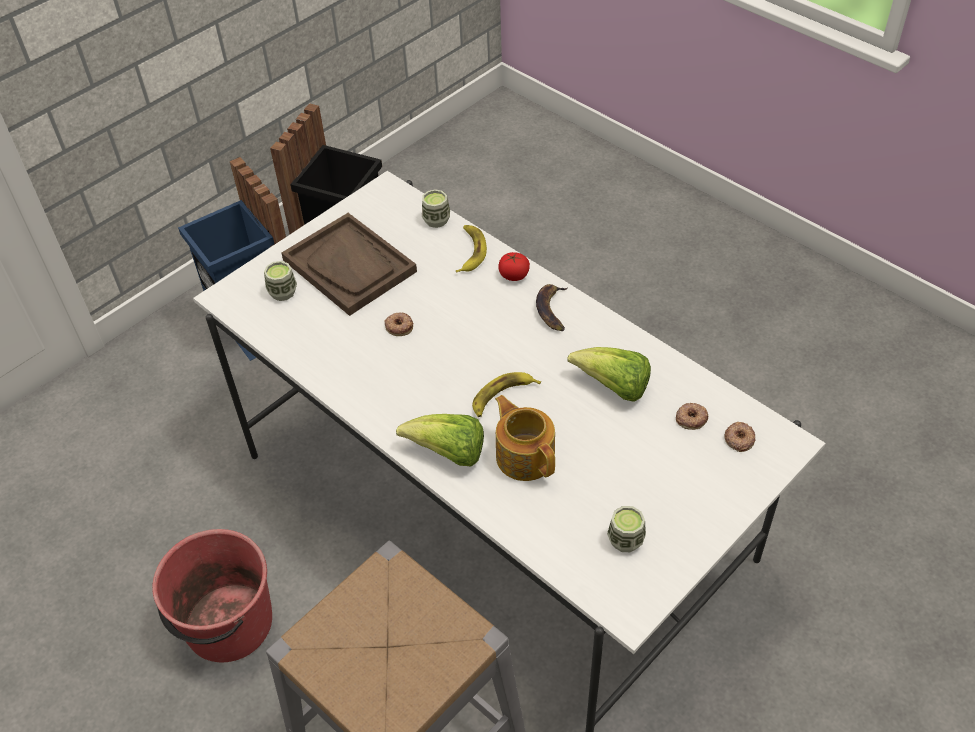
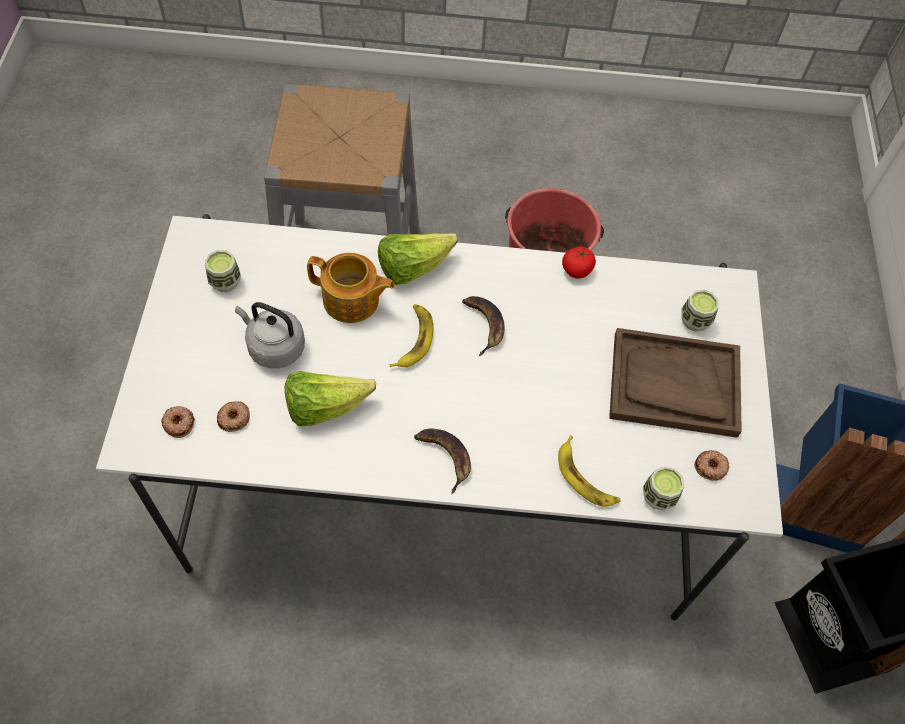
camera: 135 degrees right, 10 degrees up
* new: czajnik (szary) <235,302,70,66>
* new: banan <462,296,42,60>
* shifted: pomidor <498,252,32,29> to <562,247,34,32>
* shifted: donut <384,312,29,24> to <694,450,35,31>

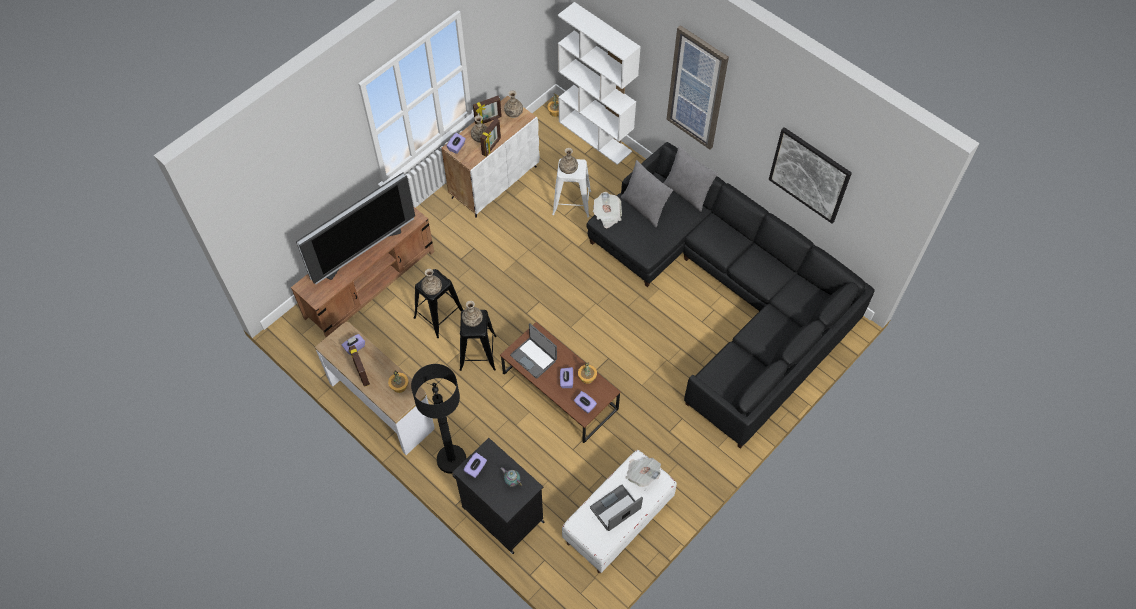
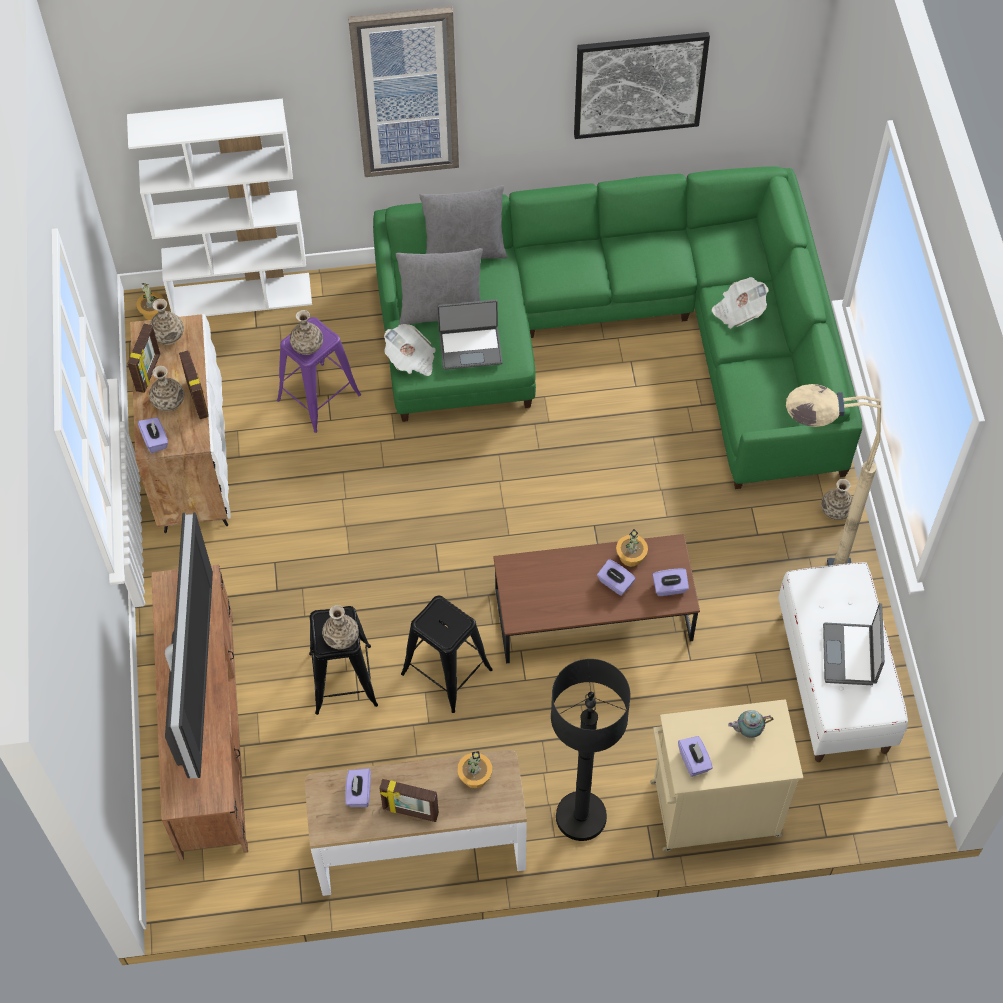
camera: 50 degrees left, 0 degrees up
* repainted: stołek (biały) <552,158,39,59> to stołek (fioletowy) <277,317,84,116>
* repainted: kanapa (czarny) <587,142,288,307> to kanapa (zielony) <373,166,489,323>
* shifted: laptop <510,323,47,56> to <437,299,66,71>
* repainted: szafka (czarny) <452,438,93,116> to szafka (beżowy) <650,699,153,153>
* shifted: gazeta <626,458,35,29> to <712,277,57,52>
* new: lampa stojąca (beżowy) <786,384,95,182>
* shifted: wazon <462,301,21,26> to <821,479,32,41>

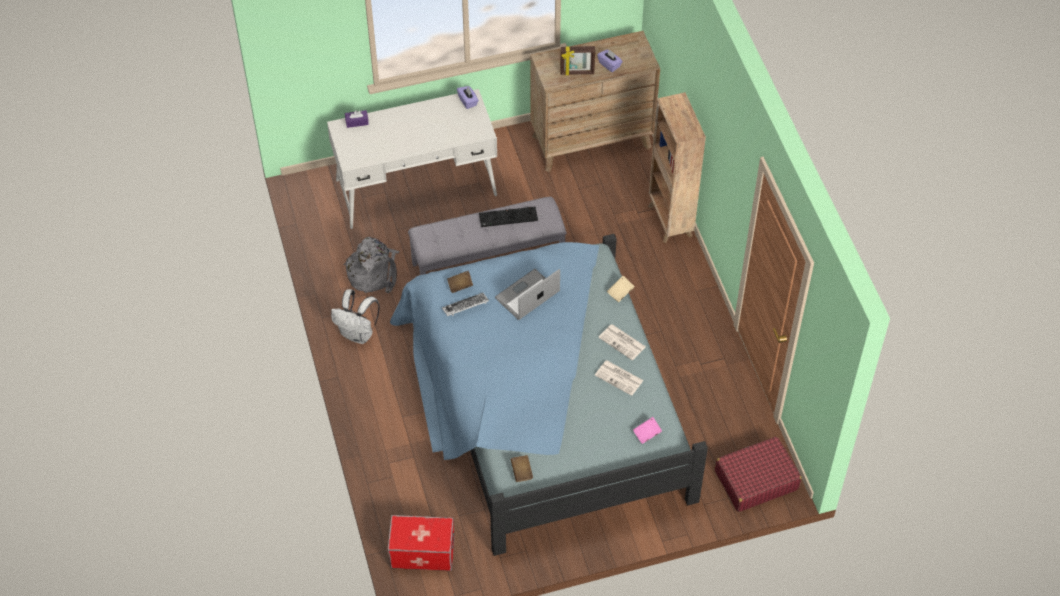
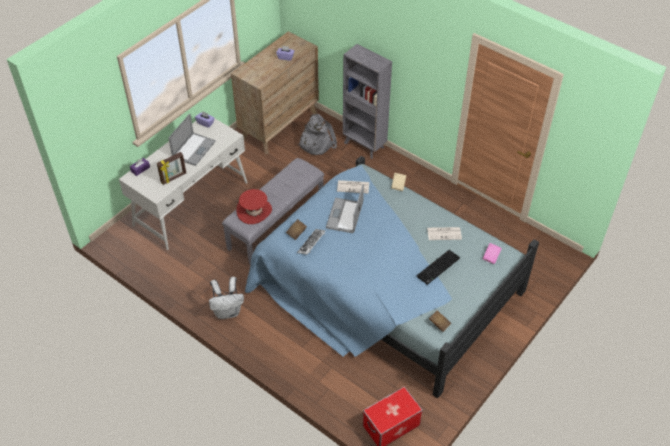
camera: 35 degrees left, 5 degrees down
* shifted: ramka na zdjęcie <560,46,35,29> to <157,152,29,33>
* new: laptop <169,113,47,53>
* new: kapelusz (czerwony) <236,189,36,35>
* shifted: plecak (szary) <344,237,55,56> to <298,114,39,41>
* shifted: gazeta <598,324,48,36> to <337,180,32,14>
* repainted: regał (brązowy) <648,92,58,152> to regał (szary) <343,44,49,115>
* shifted: klawiatura <479,207,59,20> to <417,250,43,35>
* gone: walizka (czerwony) <715,436,87,76>

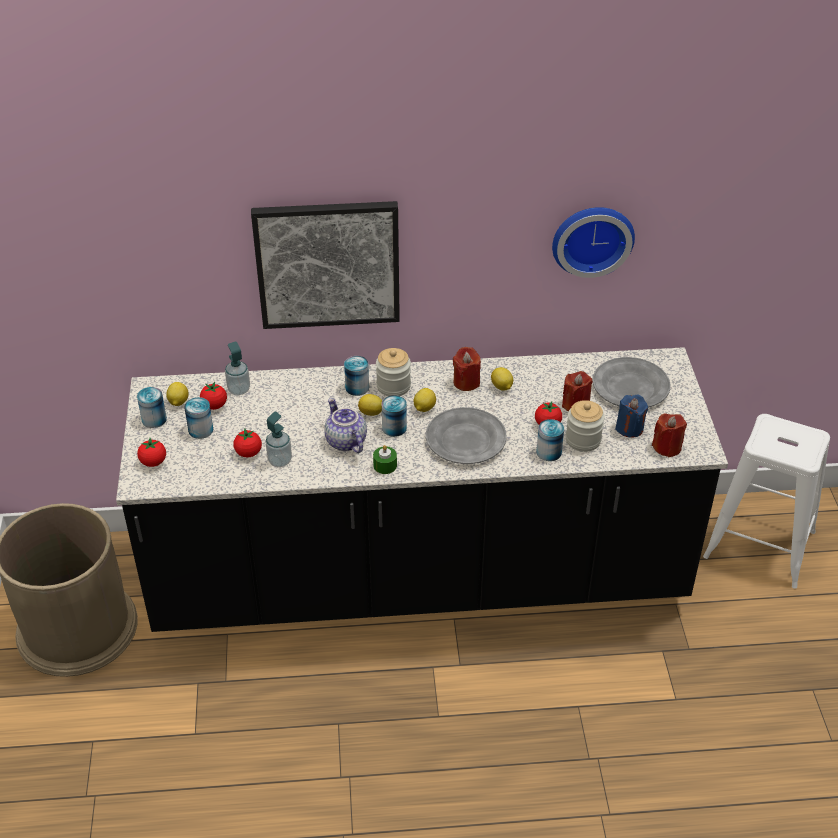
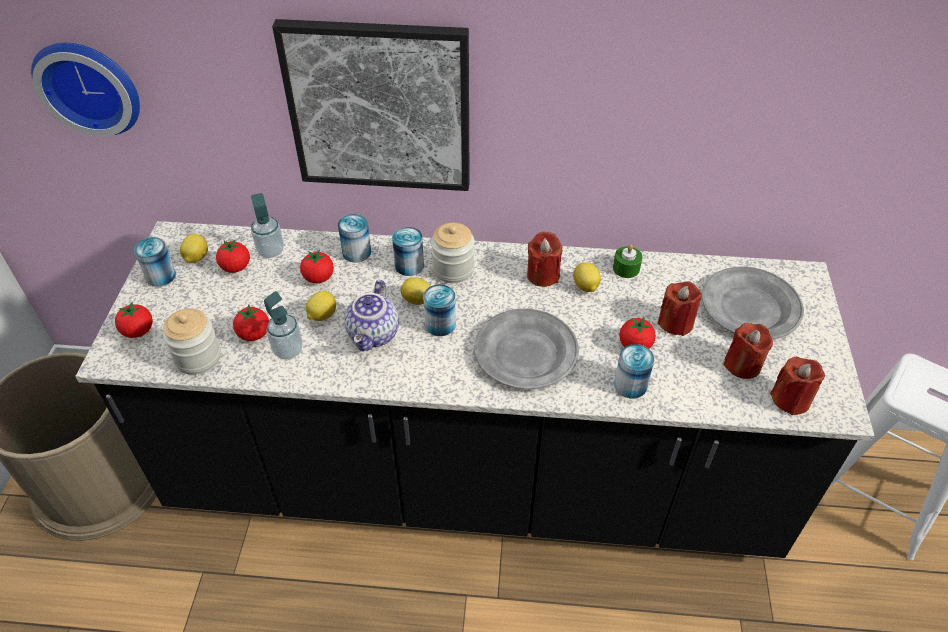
camera: 10 degrees right, 5 degrees up
* shifted: zegar ścienny <552,207,83,71> to <31,43,109,94>
* shifted: słoik <566,400,39,52> to <163,309,58,66>
* new: pomidor <300,250,34,33>
* shifted: cytryna <414,388,22,24> to <306,291,30,30>
* shifted: puszka <184,397,29,42> to <338,214,33,48>
* rotated: imbryk <324,398,43,55> = <345,280,54,71> 150 degrees counterclockwise
* shifted: świeca (zielony) <373,445,24,29> to <613,244,30,34>
* repainted: świeca (niebieski) <615,395,33,43> to świeca (czerwony) <723,323,50,56>

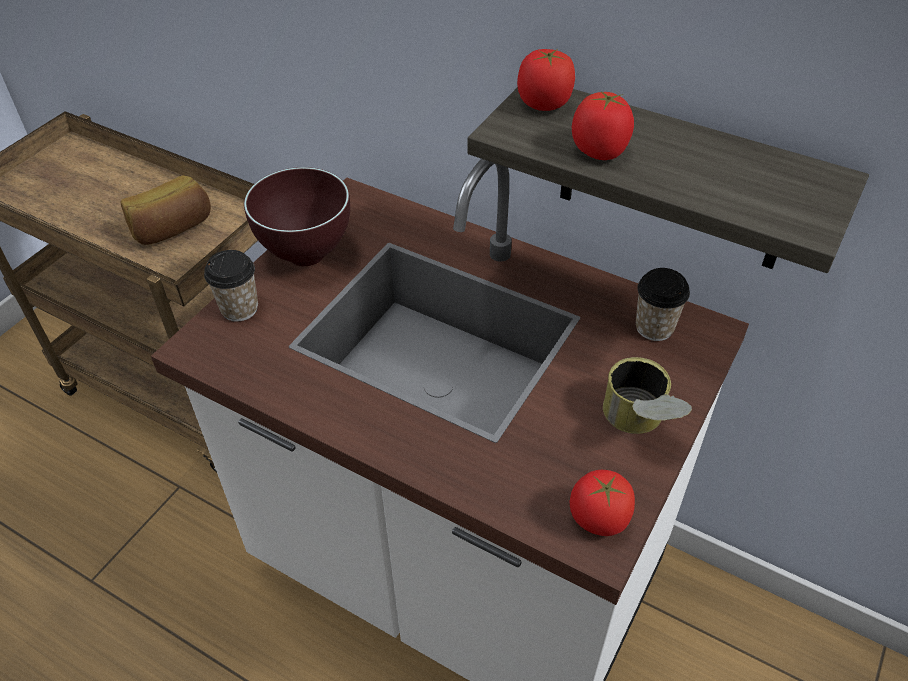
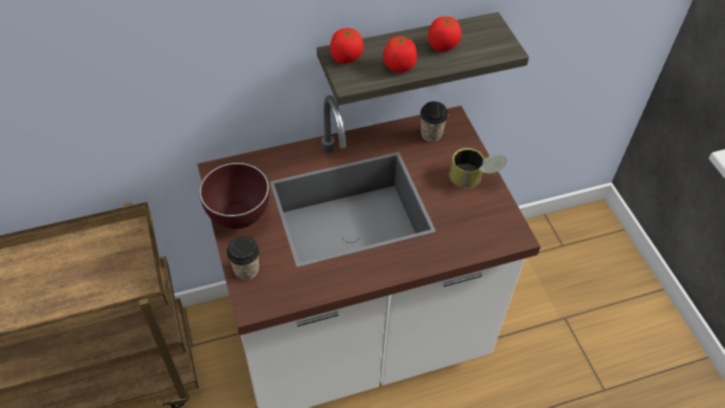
camera: 50 degrees left, 5 degrees up
* shifted: pomidor <570,470,65,66> to <428,16,33,35>
* gone: chleb <120,175,91,70>

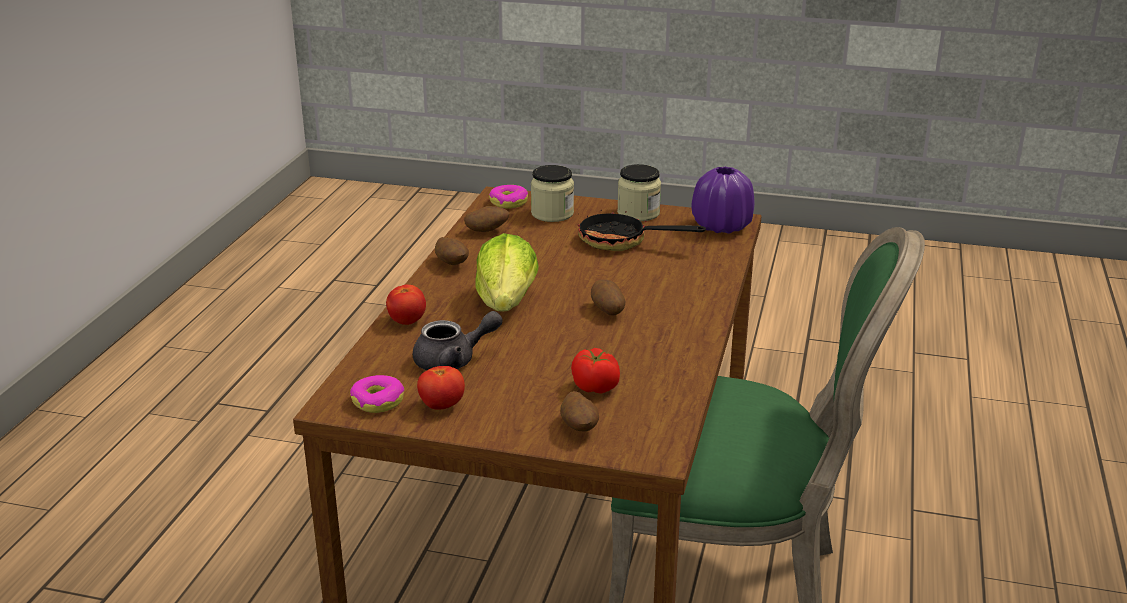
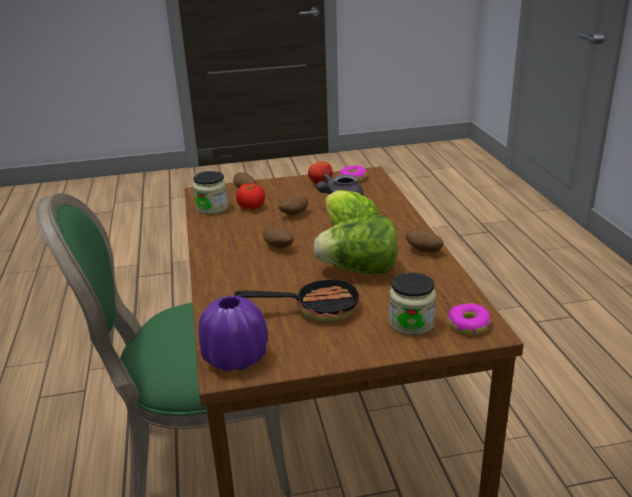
camera: 155 degrees right, 0 degrees up
* shifted: słoik <617,164,44,57> to <193,171,35,43>
* shifted: ziemniak <464,206,45,26> to <278,196,30,19>
* new: sałata <313,215,84,59>
* gone: pomidor <386,285,40,40>

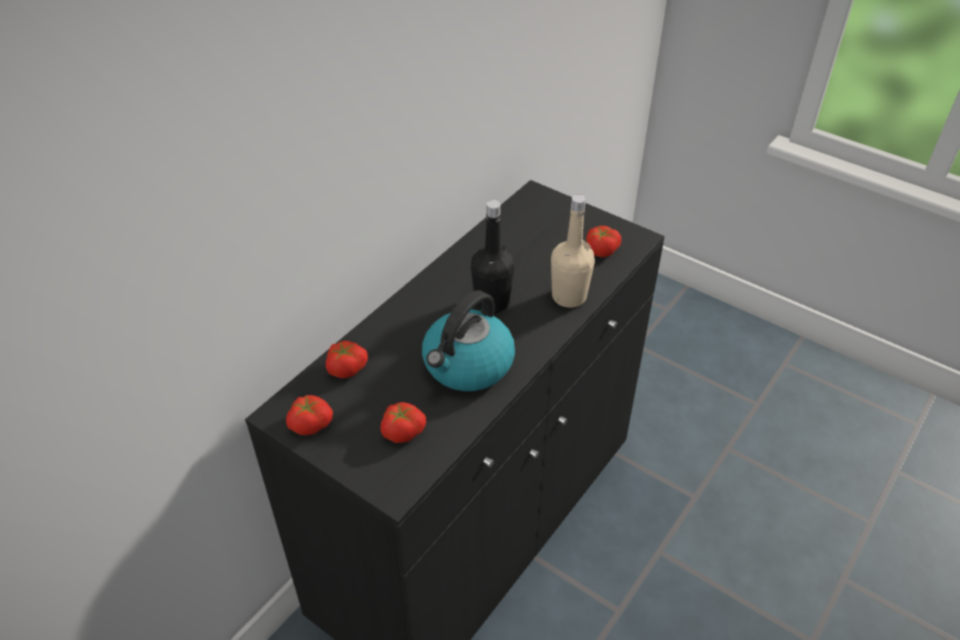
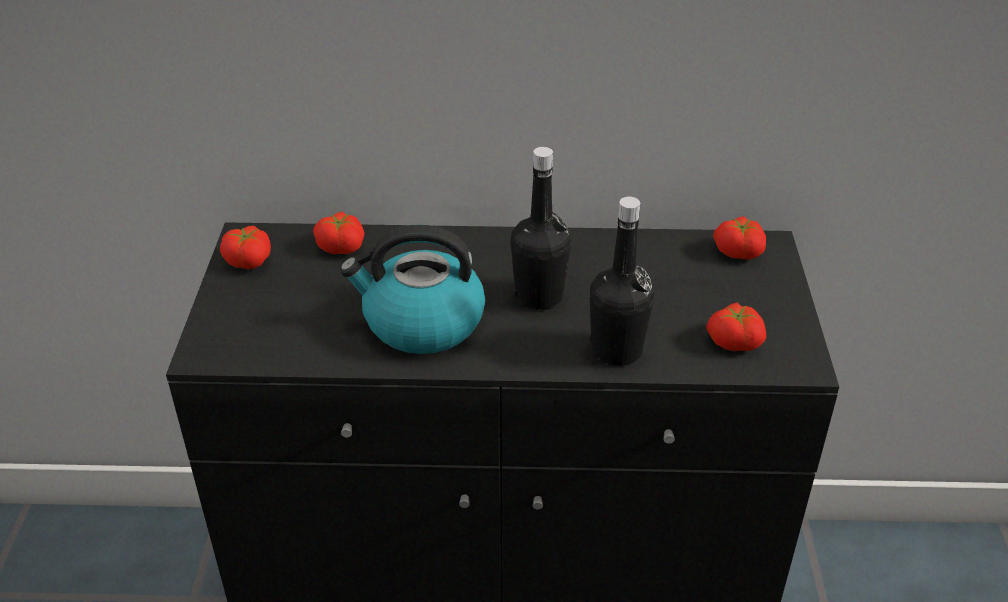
camera: 55 degrees right, 5 degrees down
* repainted: butelka (beżowy) <551,194,44,114> to butelka (czarny) <589,197,65,169>
* shifted: pomidor <380,402,46,41> to <713,216,53,44>

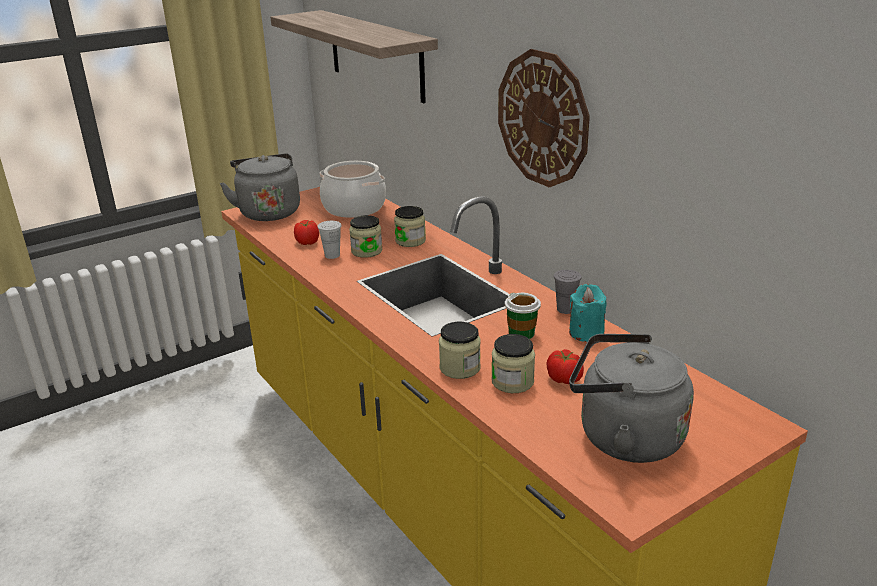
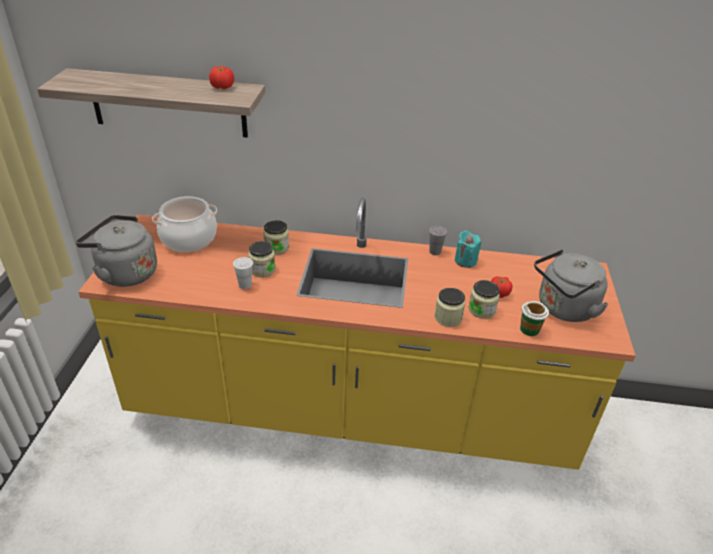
camera: 50 degrees left, 10 degrees up
* shifted: pomidor <294,220,25,25> to <209,66,25,23>
* shifted: filiżanka <505,293,36,46> to <520,301,29,35>
* gone: zegar ścienny <498,49,92,138>

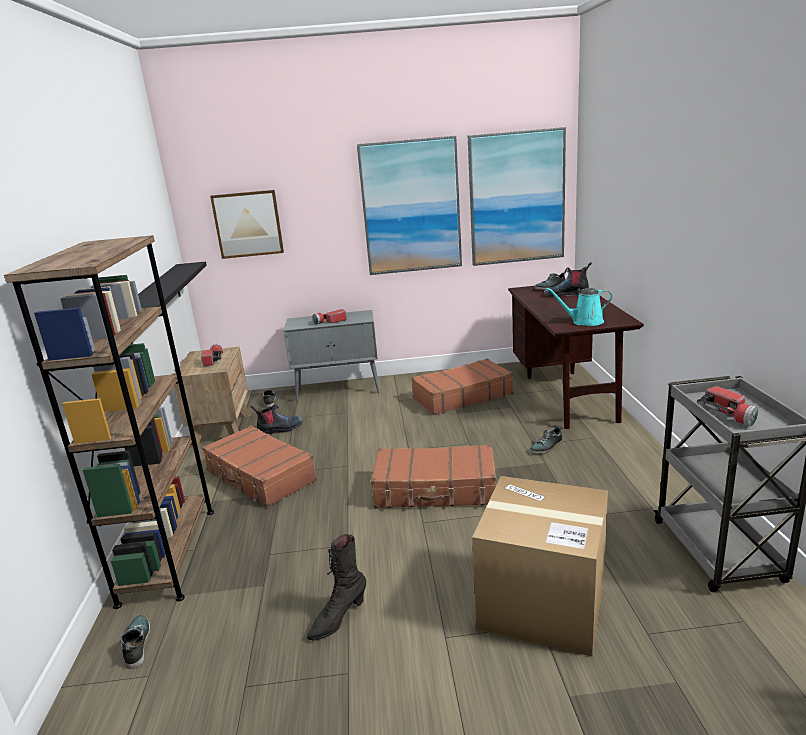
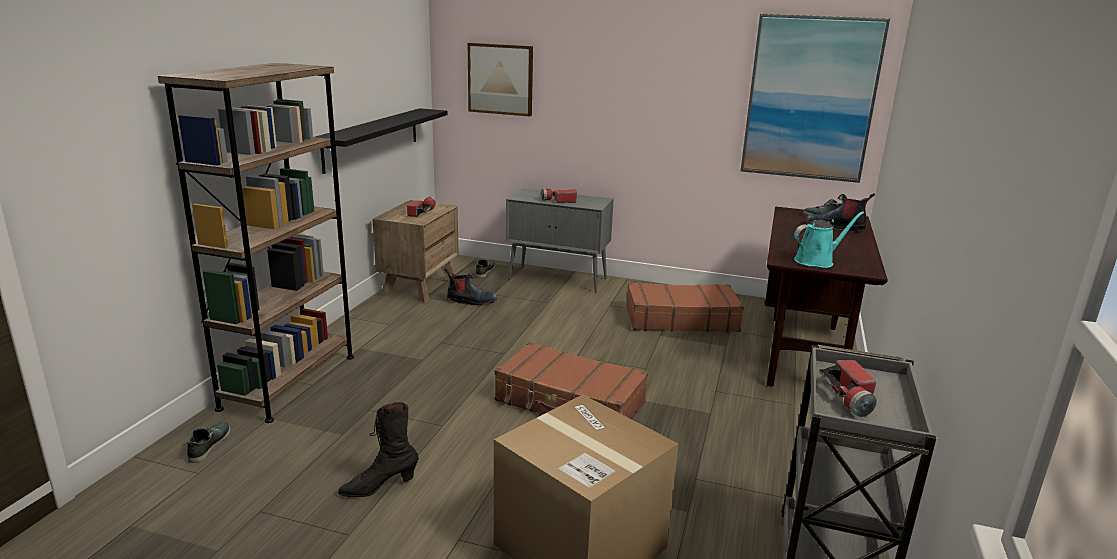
camera: 20 degrees right, 0 degrees up
* rotated: konewka (turkusowy) <546,288,66,38> = <794,211,70,57> 135 degrees clockwise
* gone: walizka (brązowy) <202,425,115,82>
* gone: obraz <357,136,105,139>
* gone: but <529,425,33,29>

